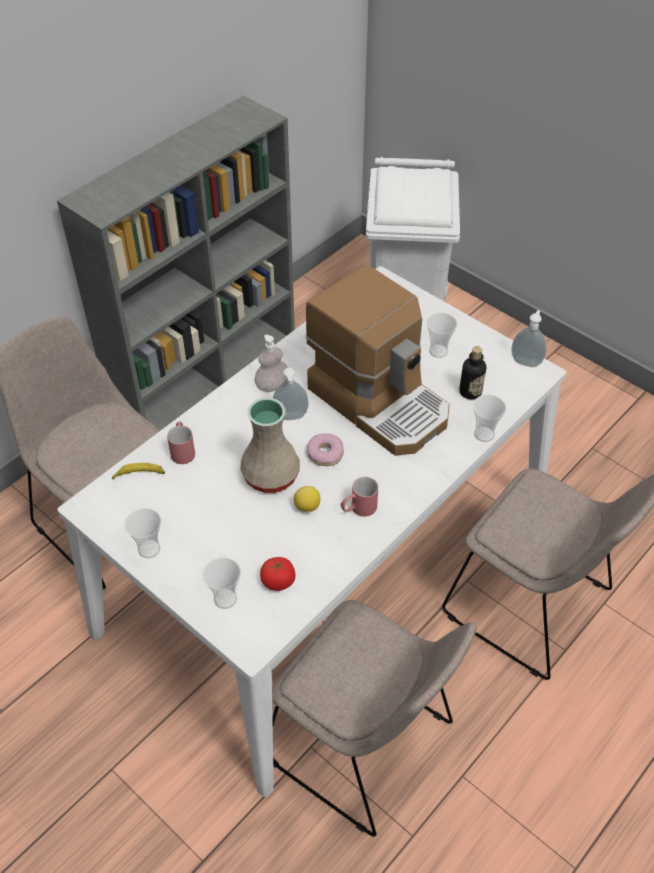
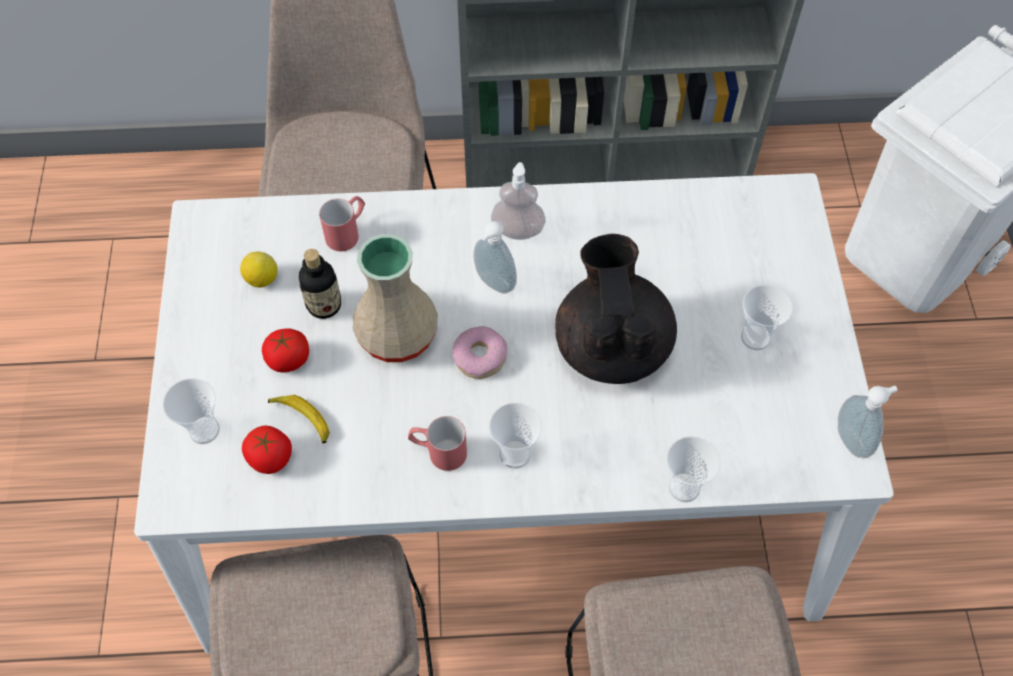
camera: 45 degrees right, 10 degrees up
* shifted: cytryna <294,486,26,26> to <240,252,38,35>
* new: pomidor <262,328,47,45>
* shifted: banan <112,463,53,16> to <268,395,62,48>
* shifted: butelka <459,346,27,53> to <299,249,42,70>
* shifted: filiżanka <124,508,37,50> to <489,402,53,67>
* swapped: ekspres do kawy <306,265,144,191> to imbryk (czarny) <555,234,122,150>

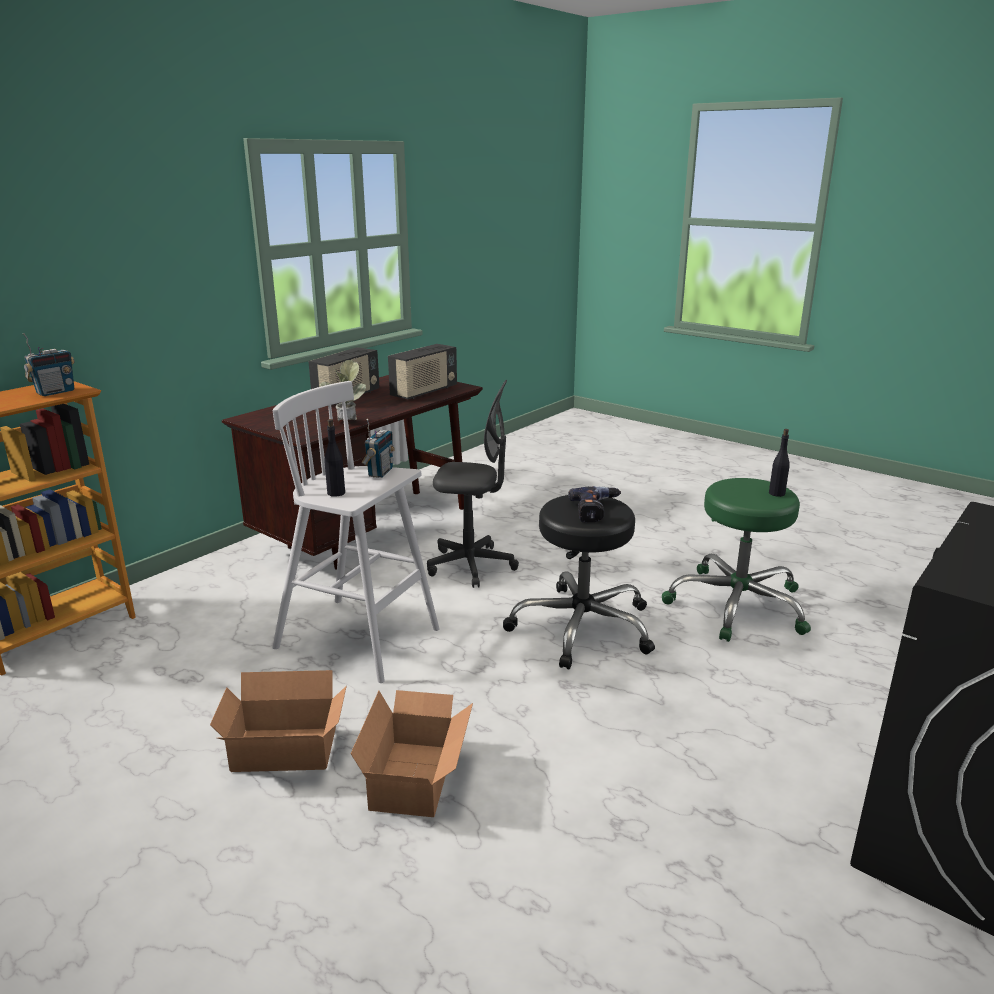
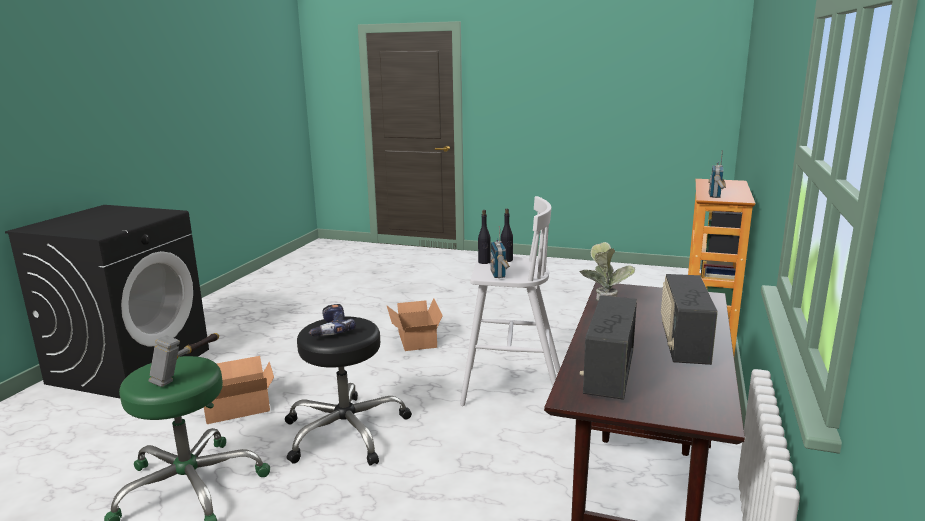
camera: 160 degrees right, 5 degrees down
* new: młotek <149,333,70,54>
* shifted: karton <210,670,137,102> to <204,356,70,68>
* shifted: butelka (czarny) <769,429,21,68> to <478,210,13,54>
* gone: krzesło biurowe (szary) <427,380,92,208>

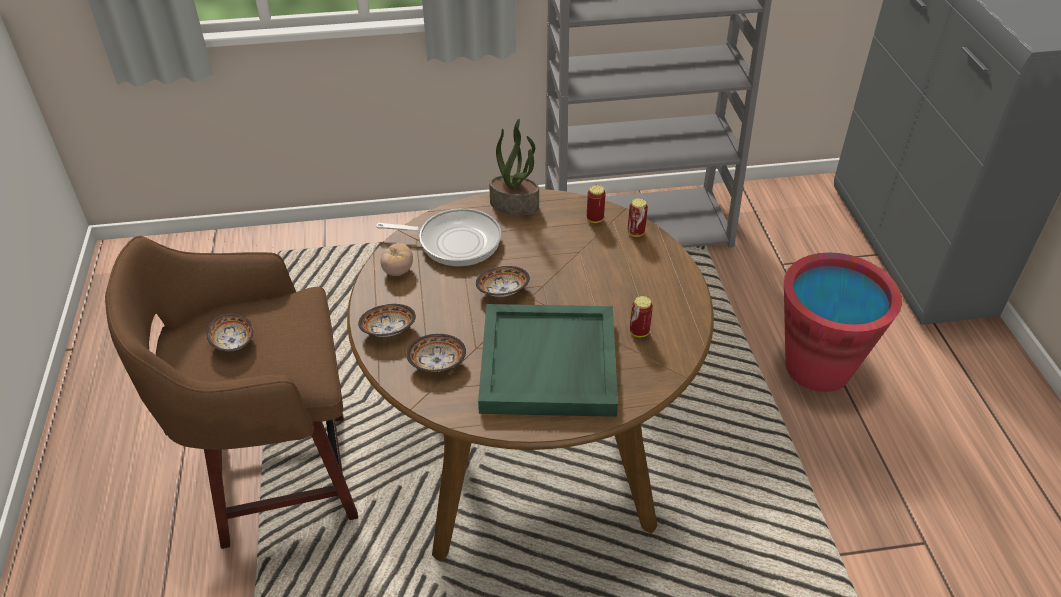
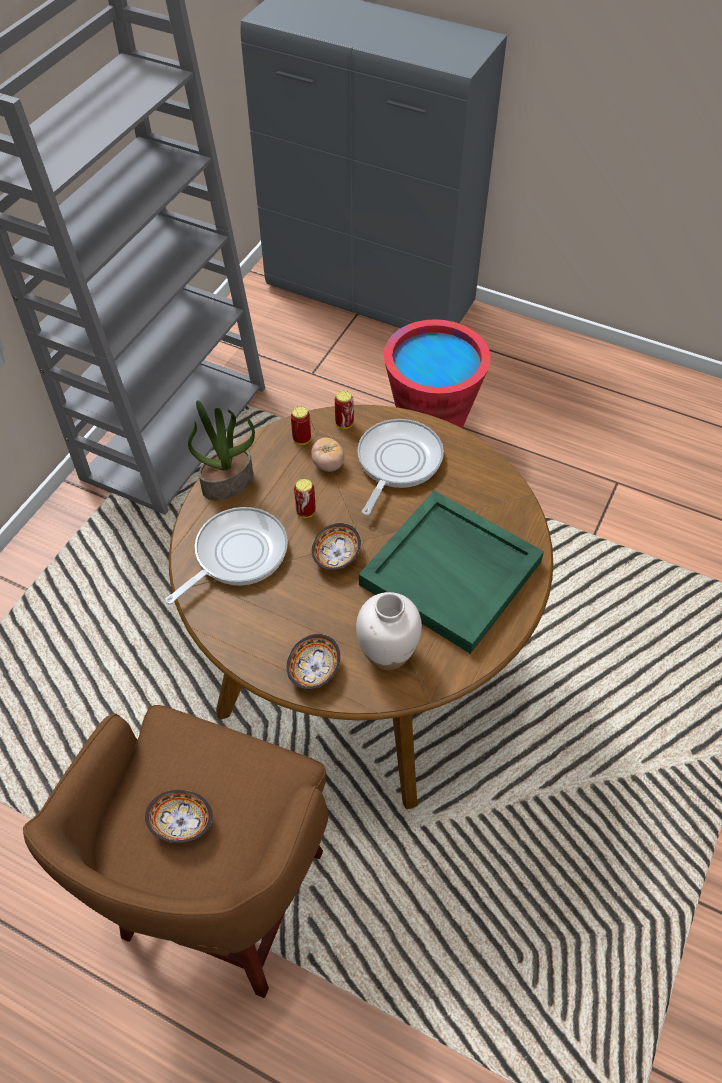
camera: 55 degrees left, 10 degrees up
* shifted: puszka <630,296,23,41> to <294,479,22,39>
* shifted: pomidor <380,243,33,33> to <311,438,34,34>
* swapped: miska <406,334,60,38> to wazon (biały) <356,592,66,78>
* new: patelnia <357,419,87,96>

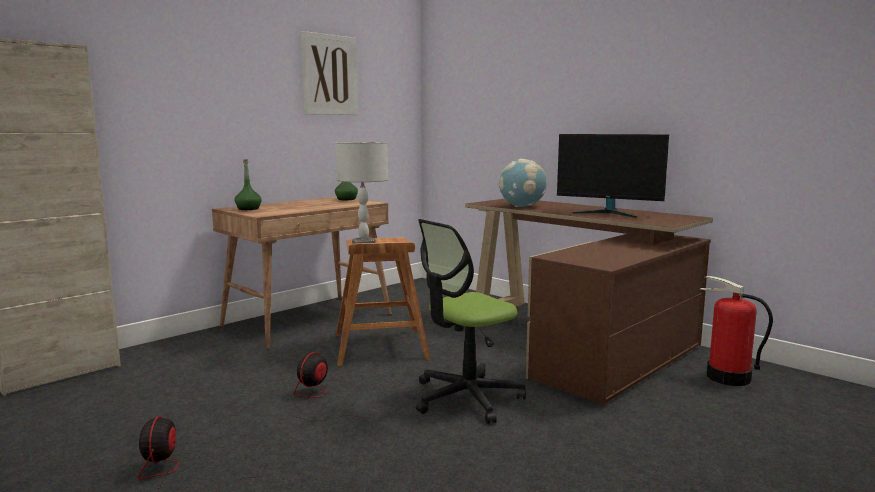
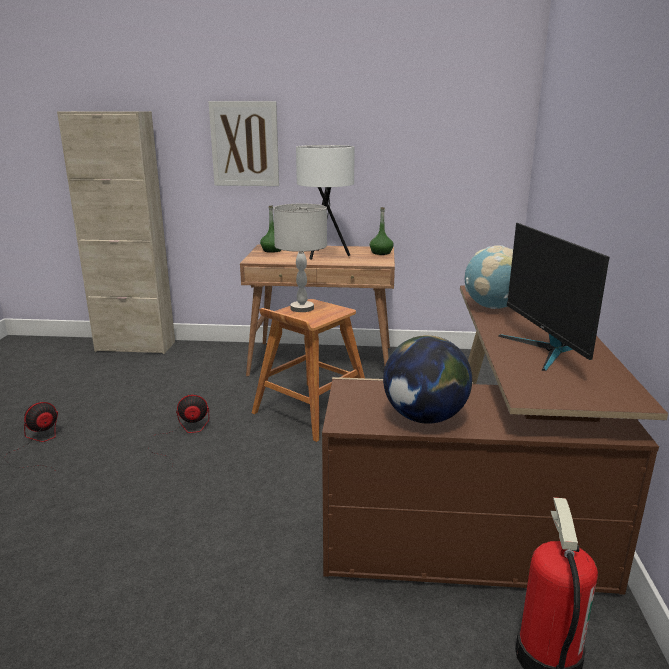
camera: 50 degrees right, 10 degrees up
* shifted: obraz <301,31,57,84> to <209,101,70,85>
* new: lampa stołowa (biały) <296,145,59,115>
* new: globus <383,335,89,89>
* gone: krzesło biurowe <416,219,110,205>

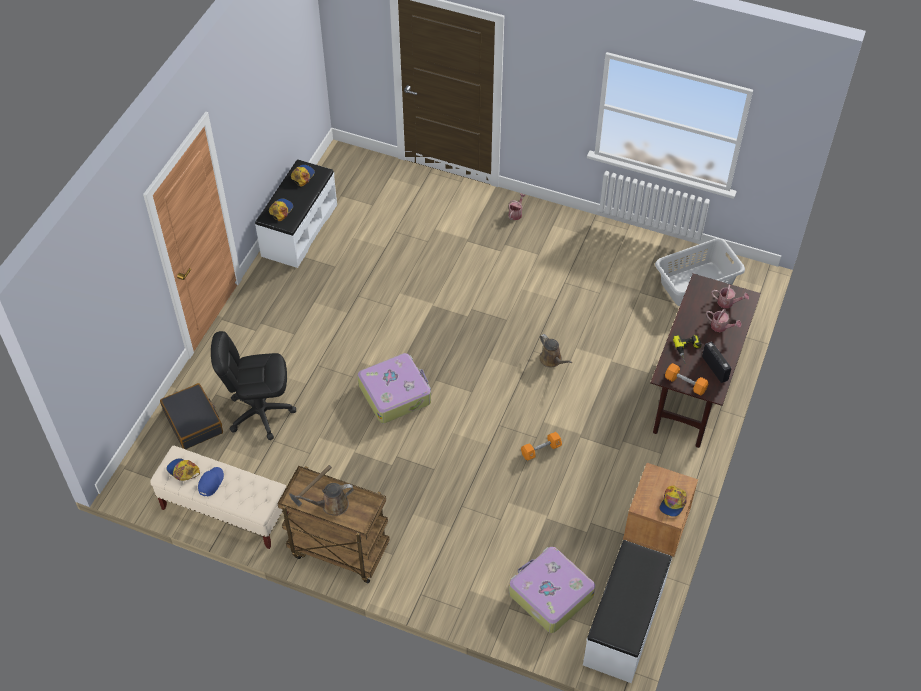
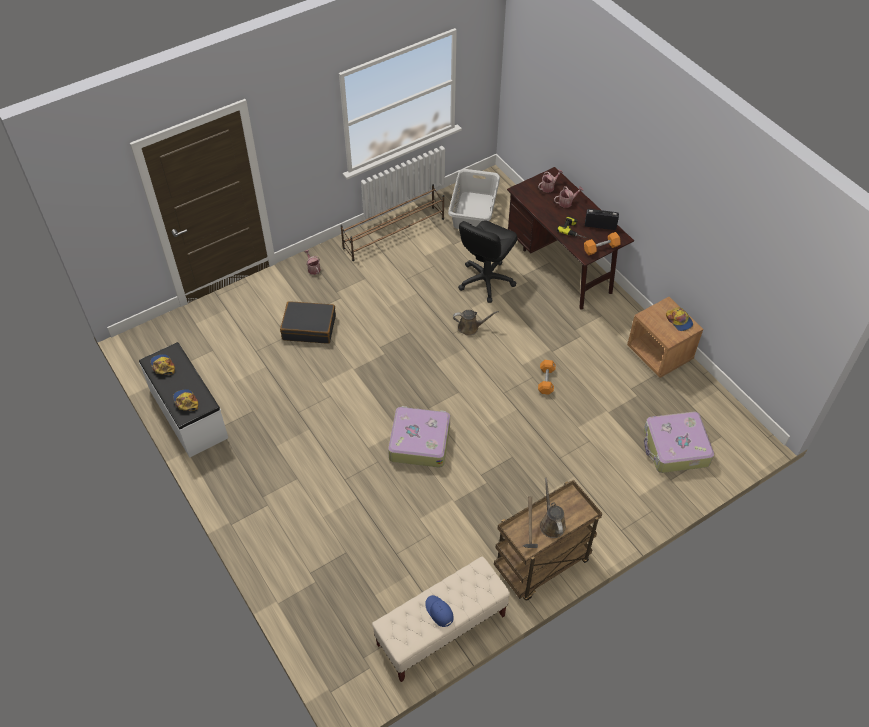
camera: 55 degrees left, 0 degrees up
* shifted: walizka (czarny) <160,383,63,66> to <280,301,56,43>
* new: regał na buty (brązowy) <340,184,104,77>
* shifted: krzesło biurowe (czarny) <211,331,85,109> to <458,220,60,83>
* rotated: konewka (brązowy) <295,483,59,33> = <540,478,26,60> 150 degrees clockwise
* gone: czapka z daszkiem <166,458,34,23>
* gone: ławka (biały) <583,540,89,143>

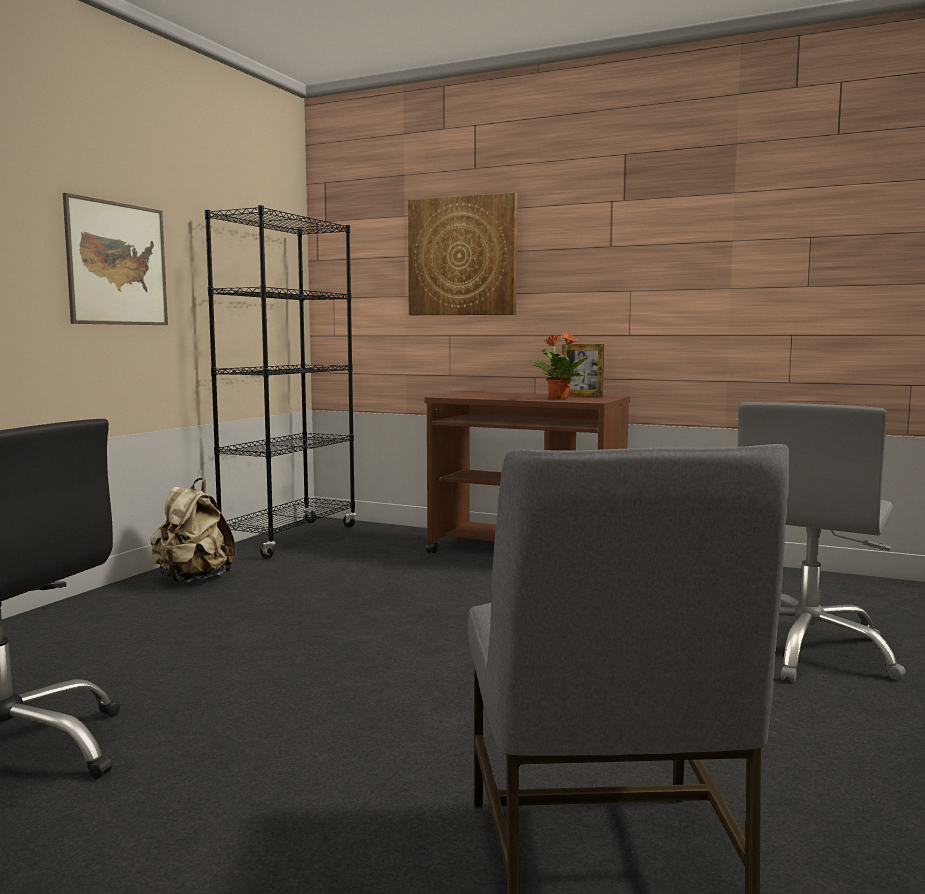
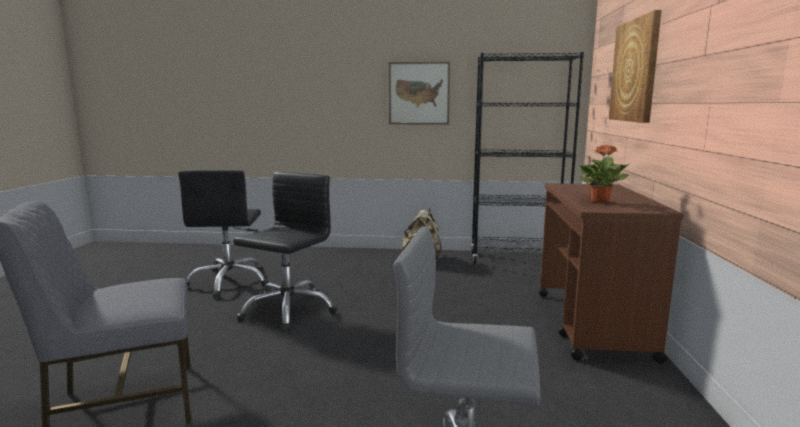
camera: 70 degrees right, 5 degrees up
* new: krzesło biurowe (czarny) <233,172,104,160>
* gone: ramka na zdjęcie <562,344,42,53>

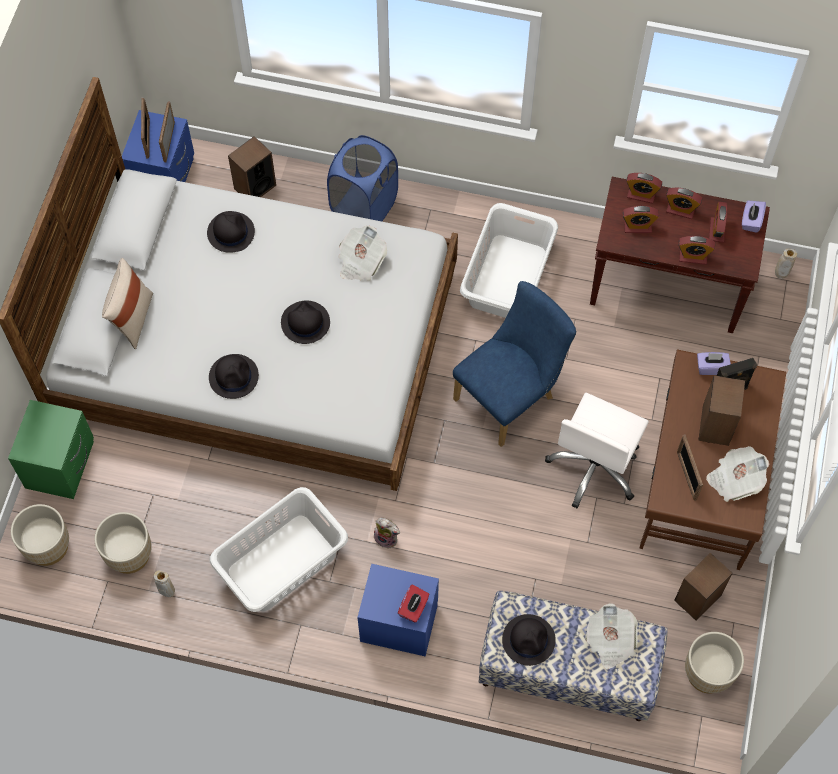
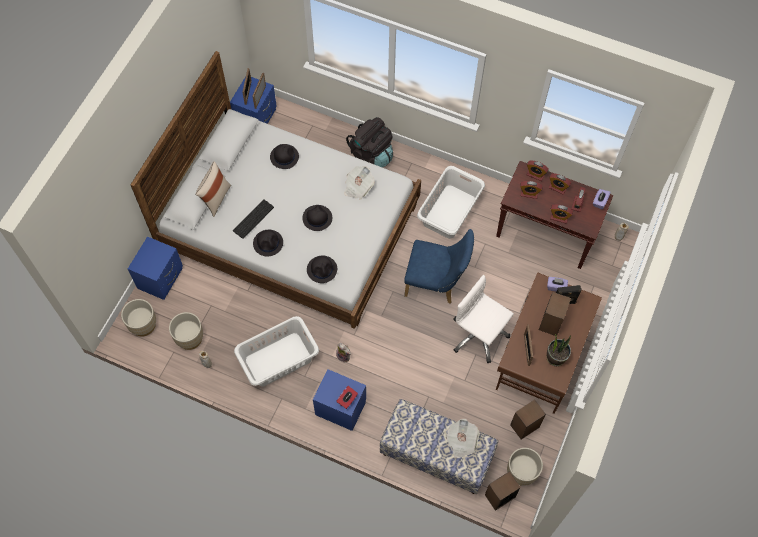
camera: 10 degrees right, 0 degrees up
* repainted: szafka nocna (zielony) <8,400,86,99> to szafka nocna (niebieski) <128,236,55,64>
* new: klawiatura <233,199,41,40>
* shifted: kapelusz (czarny) <502,614,54,52> to <307,256,30,27>
* swapped: kosz na pranie (niebieski) <327,135,71,86> to plecak (czarny) <346,117,47,51>
* rotated: krzesło (niebieski) <453,281,124,166> = <404,229,70,75> 45 degrees clockwise
* rotated: krzesło biurowe (biały) <545,393,104,115> = <453,275,61,88> 90 degrees clockwise
* shifted: głośnik <228,136,48,61> to <485,471,36,40>
* swapped: gazeta <706,446,63,56> to roślina doniczkowa <546,334,25,32>

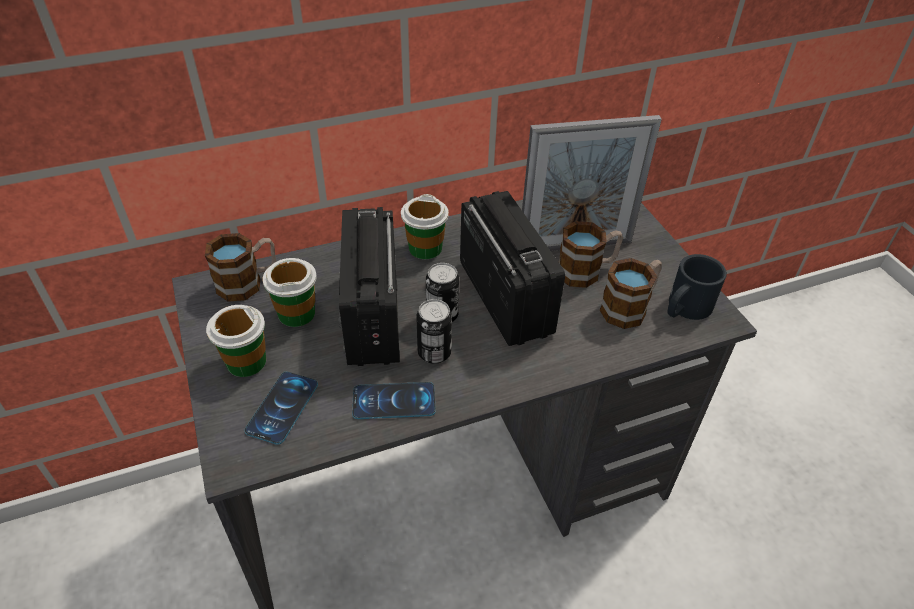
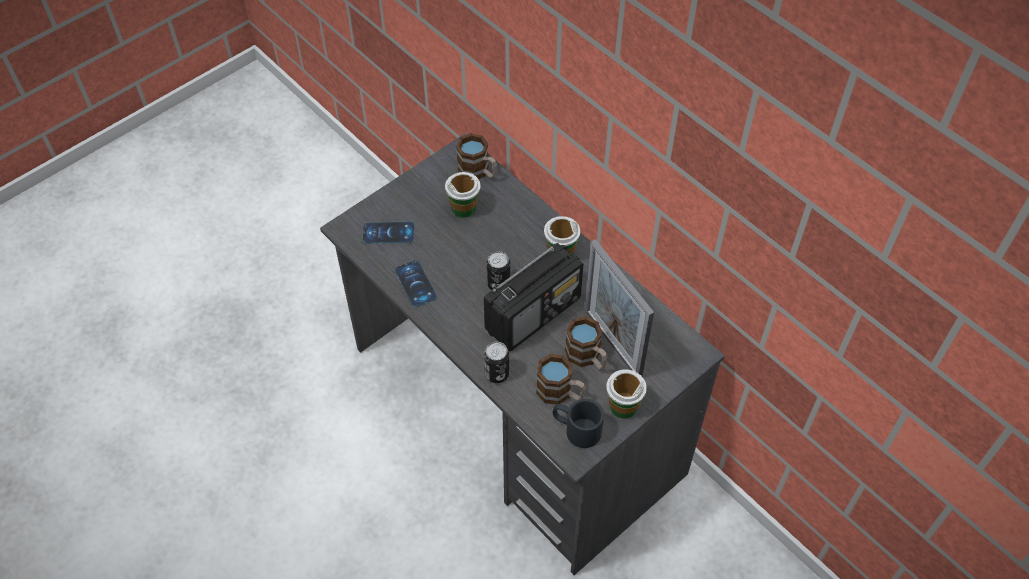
camera: 70 degrees right, 10 degrees up
* shifted: puszka <416,299,36,65> to <484,342,25,41>
* shifted: filiżanka <206,305,60,72> to <606,369,41,50>
* gone: radio <339,207,61,159>

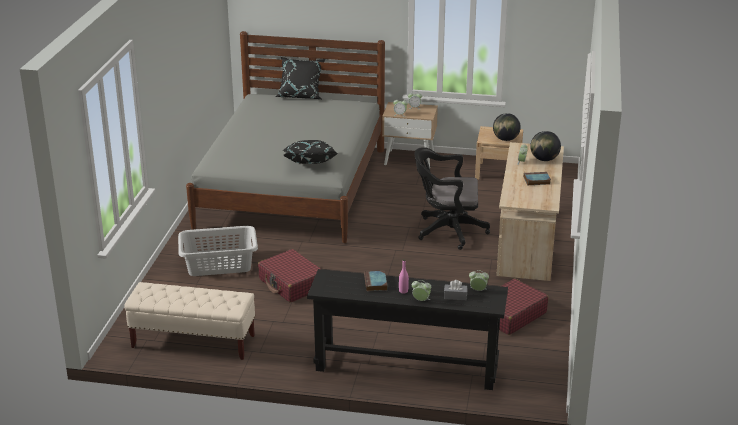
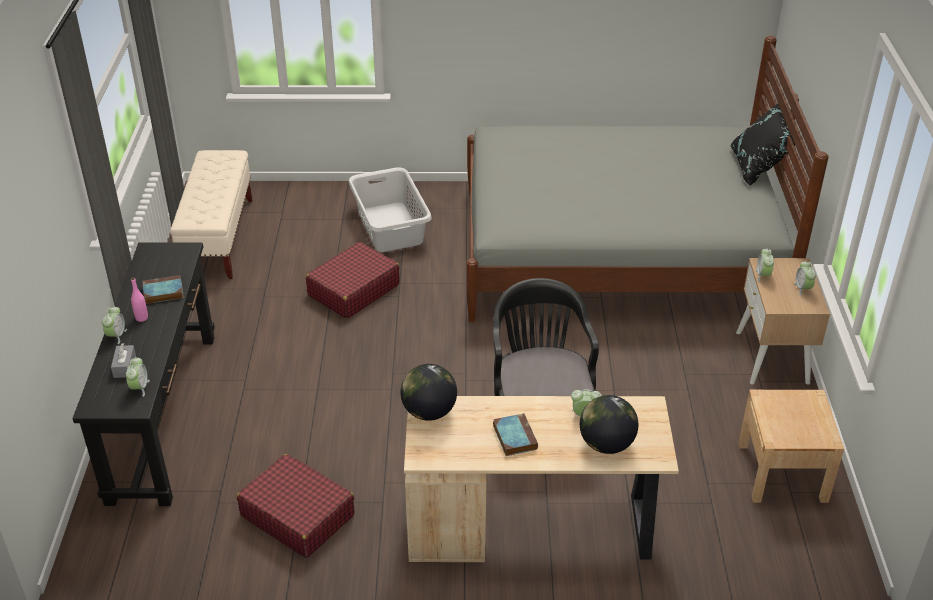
camera: 80 degrees right, 10 degrees up
* shifted: globus <493,113,28,28> to <400,364,57,57>
* gone: poduszka (czarny) <283,140,55,24>

